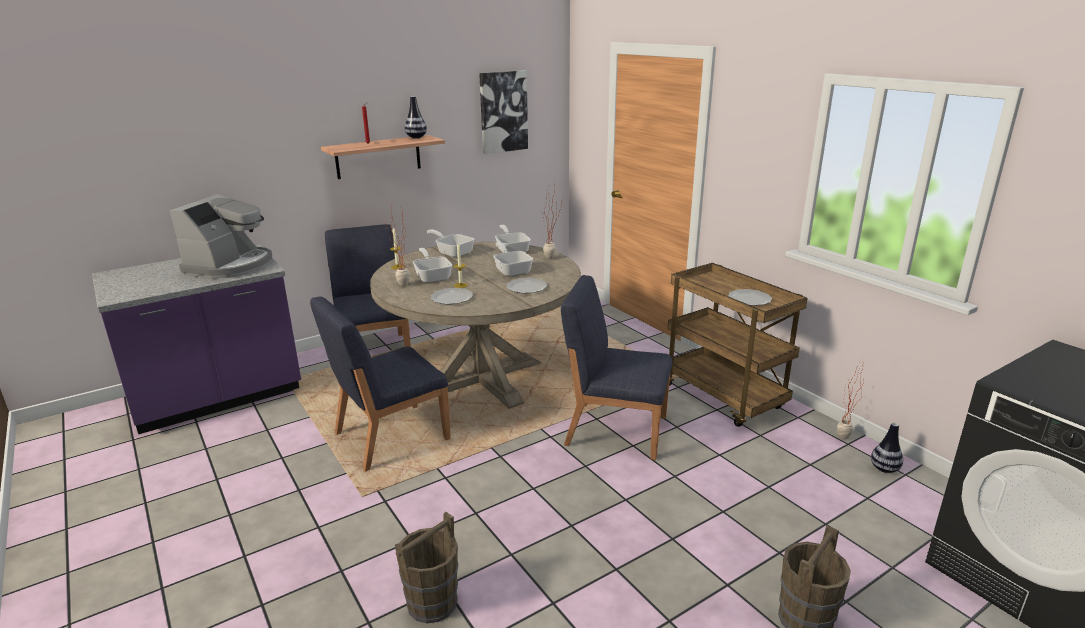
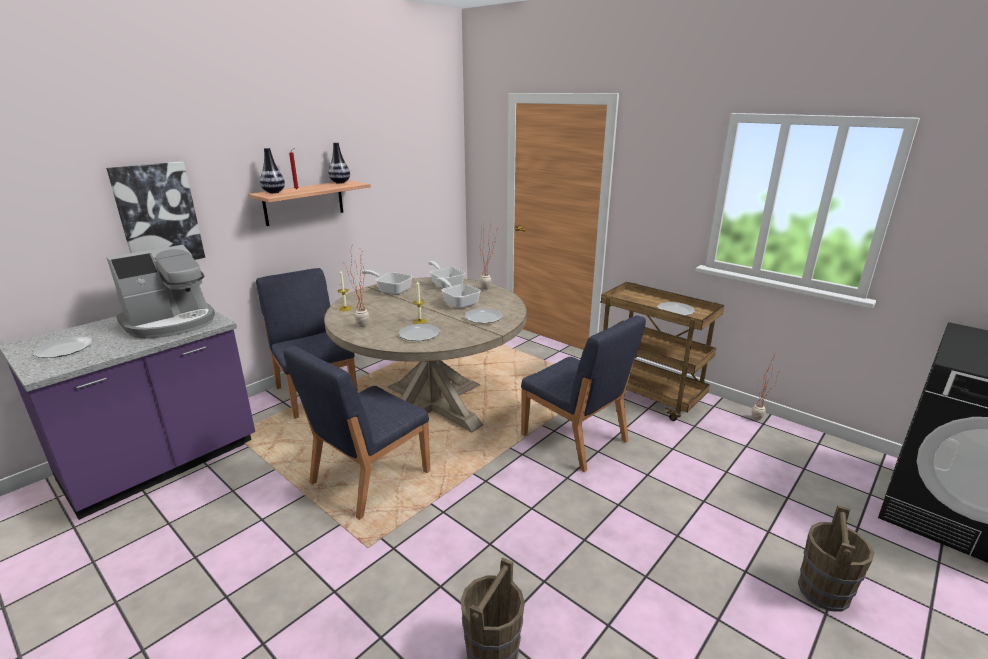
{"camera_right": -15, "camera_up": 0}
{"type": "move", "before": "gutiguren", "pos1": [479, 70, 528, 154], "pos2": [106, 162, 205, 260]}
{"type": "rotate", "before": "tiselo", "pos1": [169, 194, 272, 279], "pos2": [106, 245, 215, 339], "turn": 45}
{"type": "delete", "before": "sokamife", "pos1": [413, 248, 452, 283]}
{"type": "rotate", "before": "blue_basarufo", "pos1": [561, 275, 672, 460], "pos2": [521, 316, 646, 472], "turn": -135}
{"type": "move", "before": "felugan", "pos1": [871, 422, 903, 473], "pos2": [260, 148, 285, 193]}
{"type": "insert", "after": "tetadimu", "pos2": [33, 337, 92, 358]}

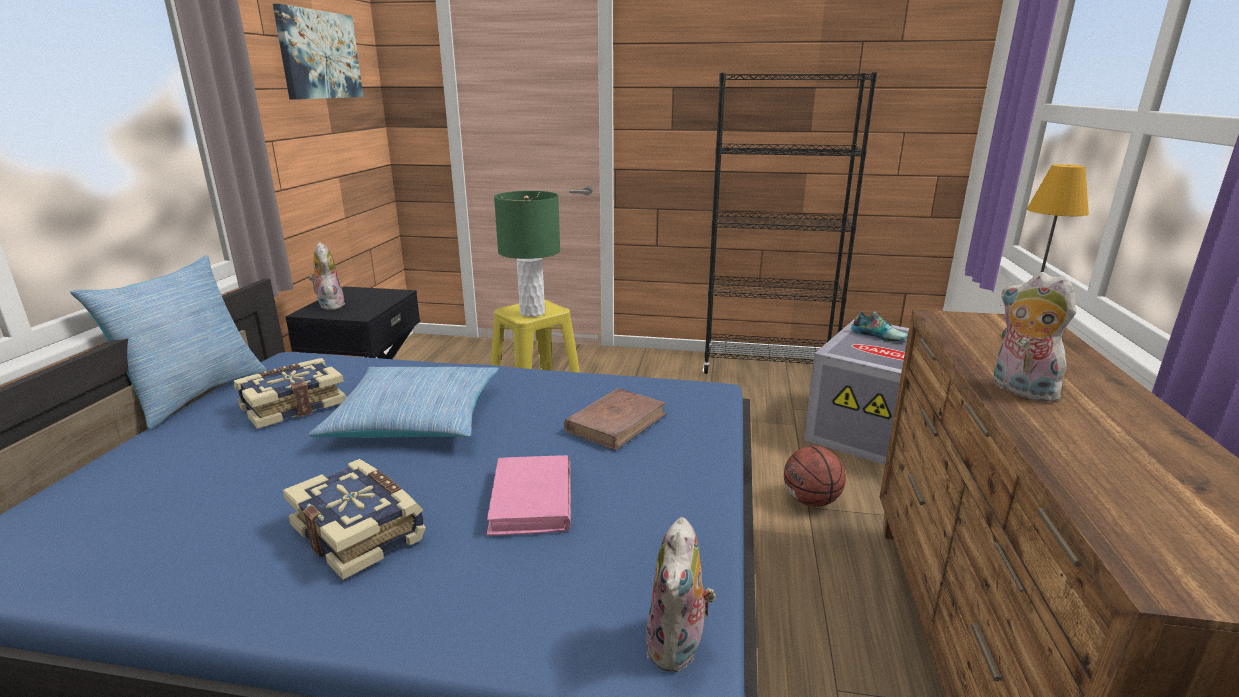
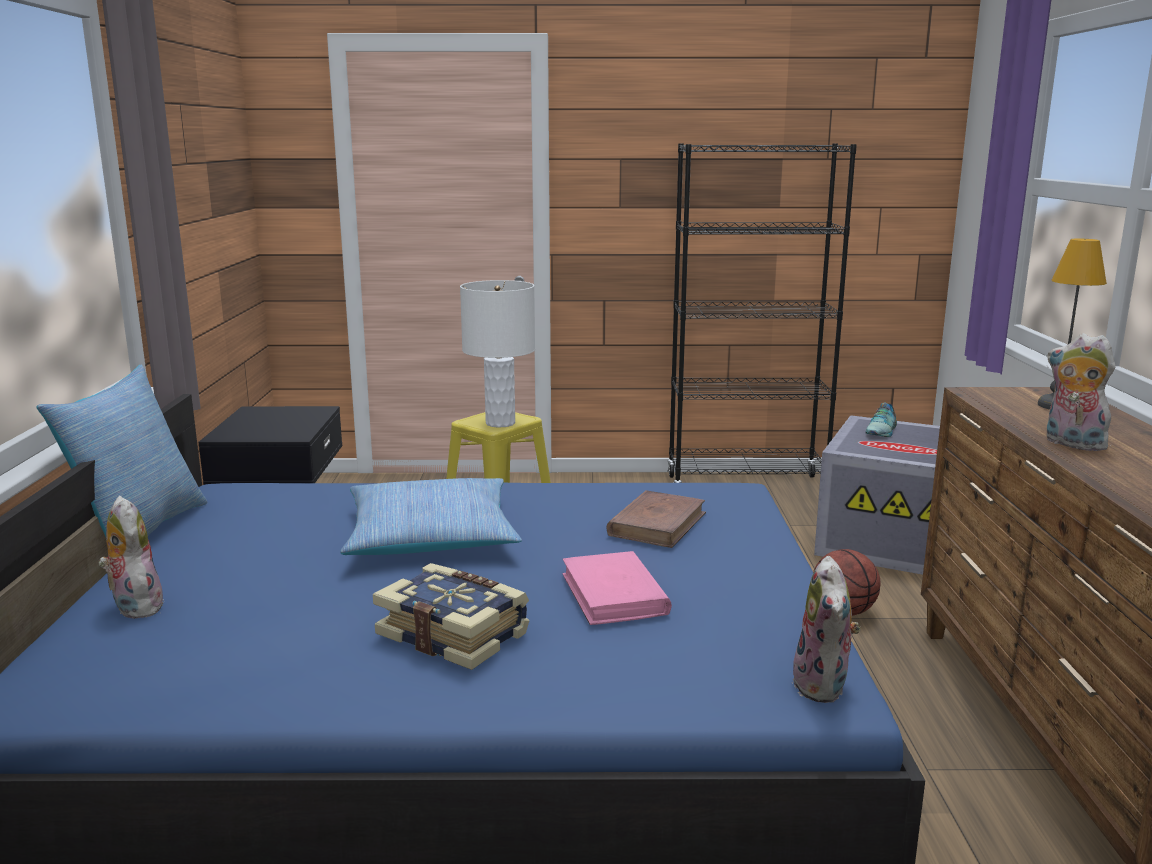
{"camera_right": -10, "camera_up": -5}
{"type": "delete", "before": "gutiguren", "pos1": [273, 4, 363, 100]}
{"type": "recolor", "before": "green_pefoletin", "after": "white_pefoletin", "pos1": [494, 191, 560, 317], "pos2": [460, 280, 535, 428]}
{"type": "move", "before": "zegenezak", "pos1": [309, 242, 346, 310], "pos2": [98, 496, 166, 619]}
{"type": "rotate", "before": "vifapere", "pos1": [851, 311, 908, 342], "pos2": [866, 403, 897, 437], "turn": 90}
{"type": "delete", "before": "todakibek", "pos1": [234, 358, 347, 429]}

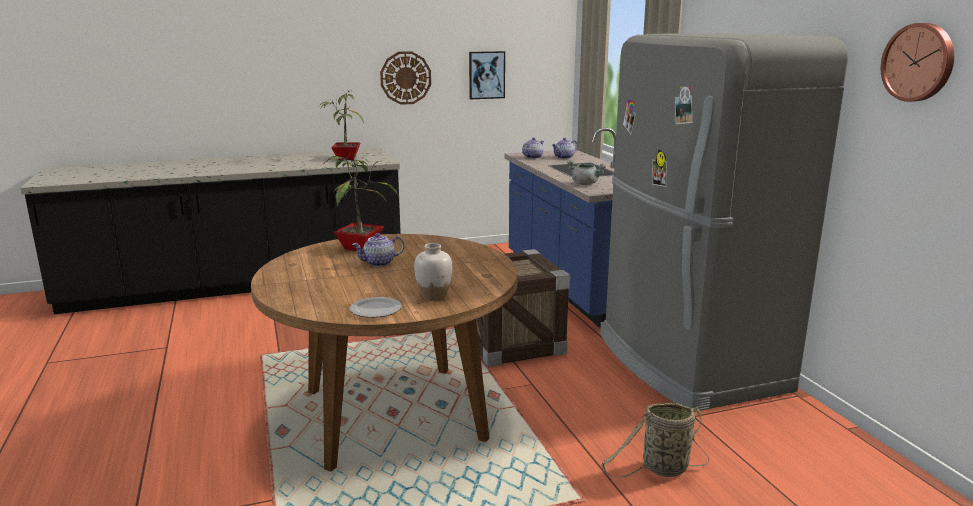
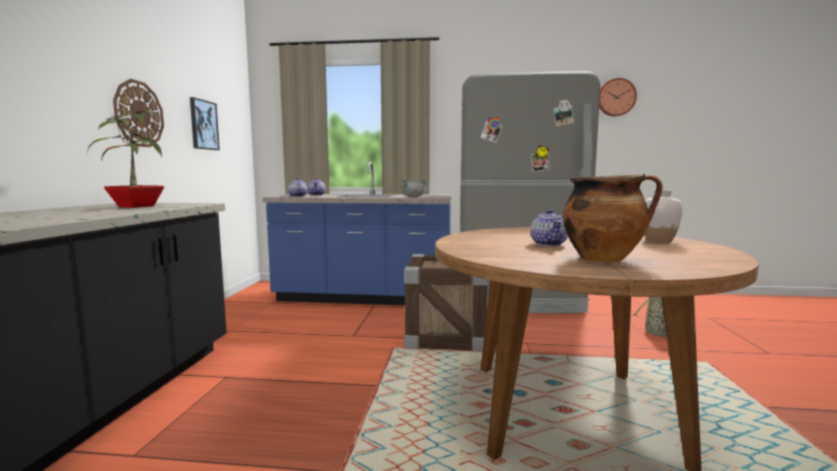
{"camera_right": -65, "camera_up": -10}
{"type": "delete", "before": "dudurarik", "pos1": [326, 151, 399, 251]}
{"type": "delete", "before": "tetadimu", "pos1": [350, 297, 402, 318]}
{"type": "insert", "after": "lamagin", "pos2": [563, 173, 663, 263]}

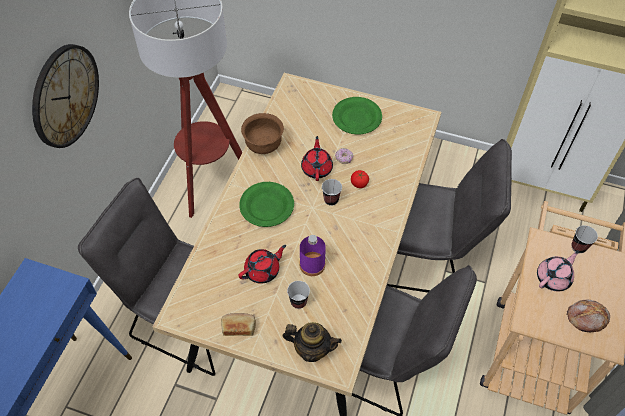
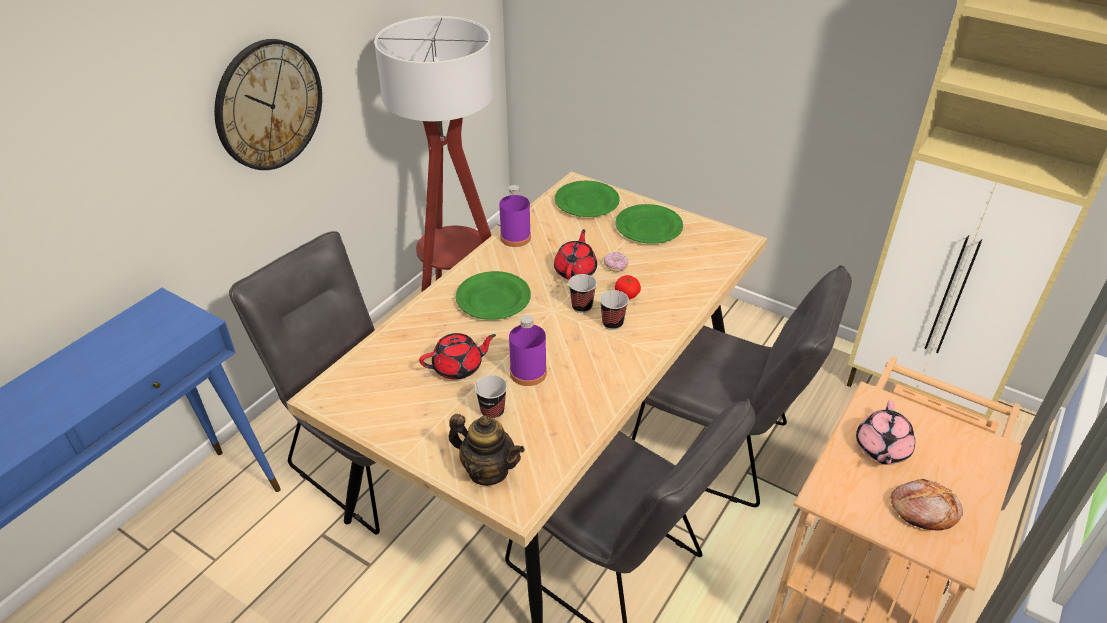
{"camera_right": 15, "camera_up": -15}
{"type": "replace", "before": "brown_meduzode", "after": "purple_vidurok", "pos1": [241, 113, 284, 154], "pos2": [499, 185, 531, 247]}
{"type": "move", "before": "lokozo", "pos1": [571, 225, 598, 253], "pos2": [600, 290, 629, 330]}
{"type": "rotate", "before": "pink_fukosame", "pos1": [537, 250, 579, 291], "pos2": [856, 401, 915, 465], "turn": 135}
{"type": "delete", "before": "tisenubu", "pos1": [221, 313, 256, 336]}
{"type": "insert", "after": "green_tetadimu", "pos2": [555, 181, 620, 217]}

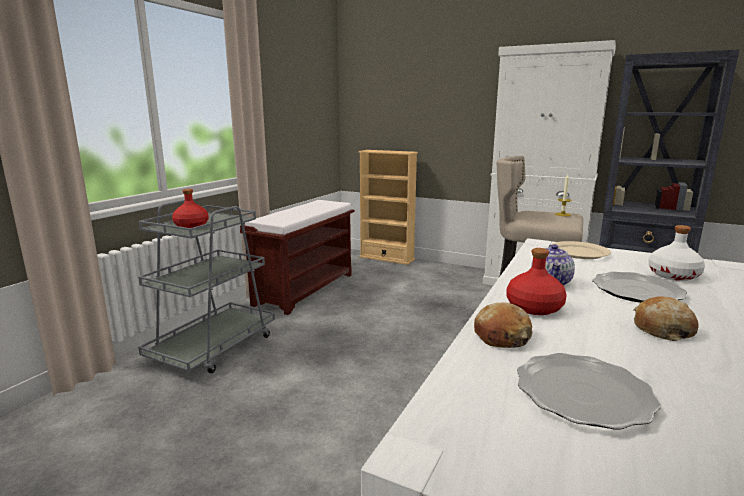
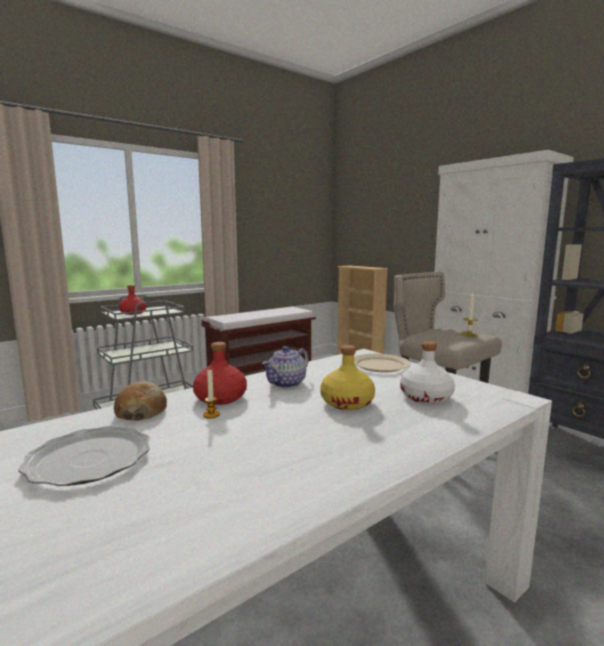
{"camera_right": 25, "camera_up": -5}
{"type": "replace", "before": "tetadimu", "after": "yellow_vidurok", "pos1": [592, 272, 687, 303], "pos2": [320, 345, 375, 410]}
{"type": "delete", "before": "tisenubu", "pos1": [634, 296, 698, 341]}
{"type": "insert", "after": "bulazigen", "pos2": [203, 368, 220, 418]}

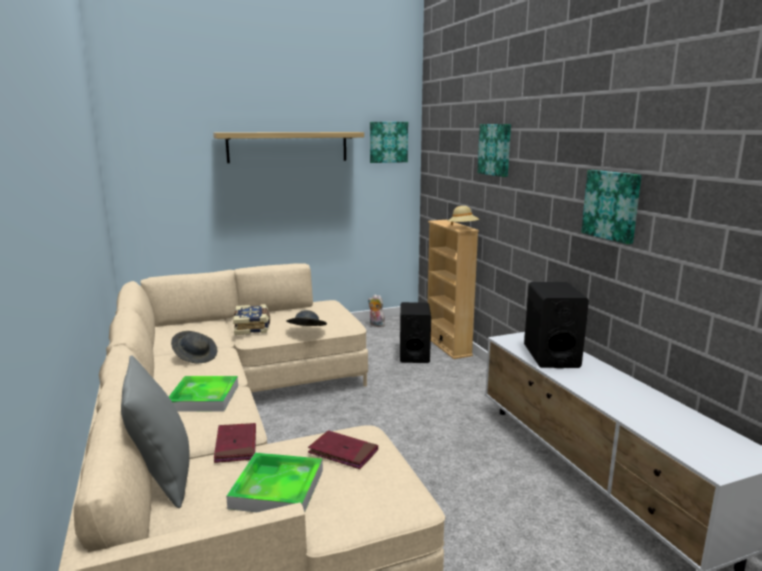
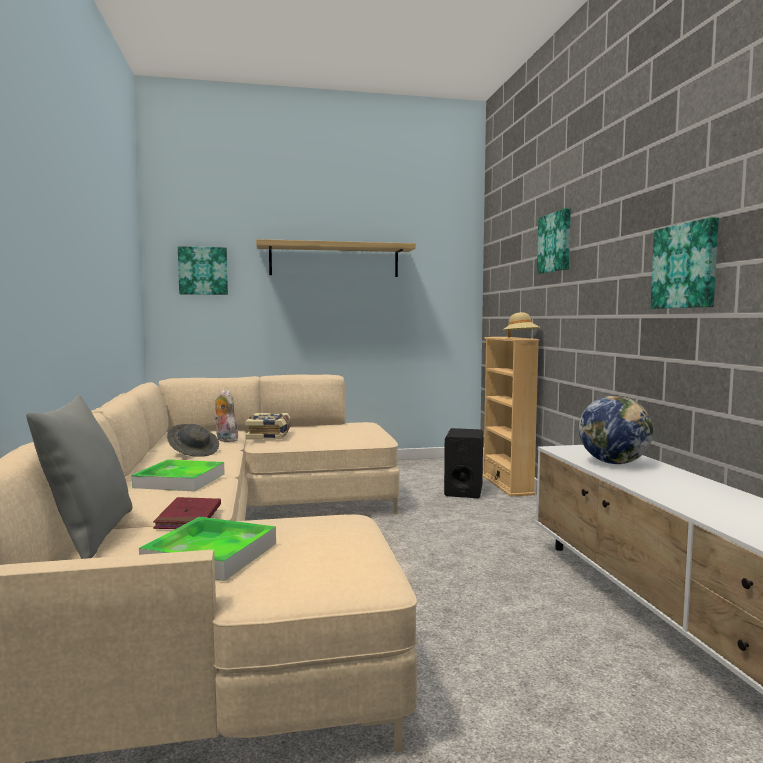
{"camera_right": 10, "camera_up": -10}
{"type": "move", "before": "gutiguren", "pos1": [370, 122, 408, 163], "pos2": [178, 246, 228, 295]}
{"type": "replace", "before": "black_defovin", "after": "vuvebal", "pos1": [524, 282, 589, 368], "pos2": [579, 396, 653, 464]}
{"type": "move", "before": "zegenezak", "pos1": [368, 294, 385, 327], "pos2": [214, 390, 238, 442]}
{"type": "delete", "before": "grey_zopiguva", "pos1": [286, 310, 327, 326]}
{"type": "delete", "before": "red_todakibek", "pos1": [308, 430, 378, 469]}

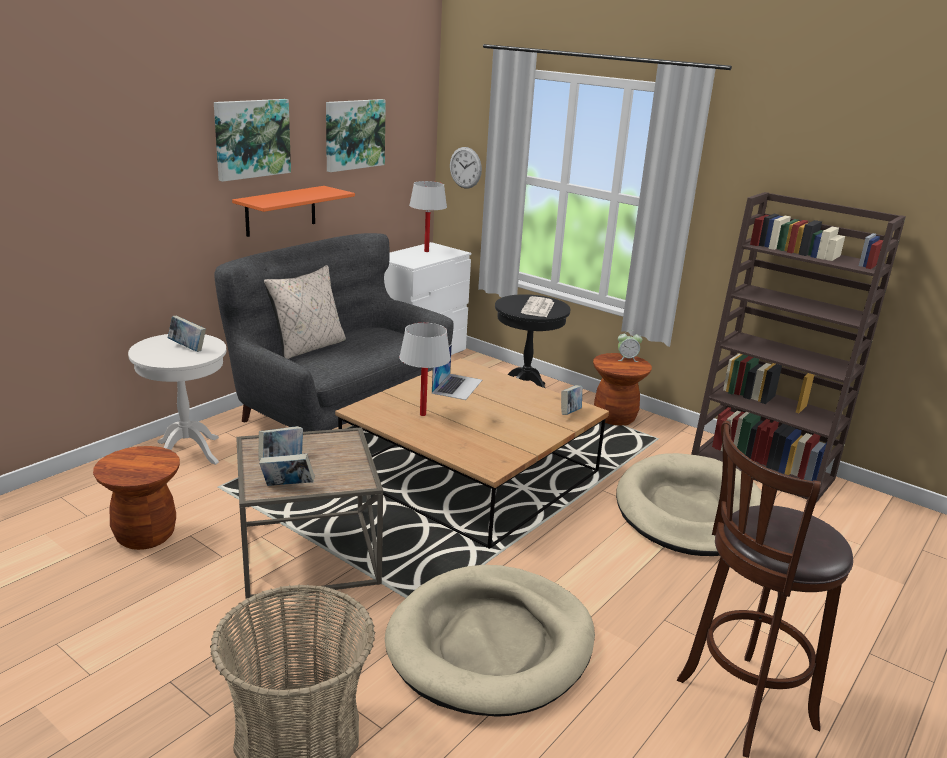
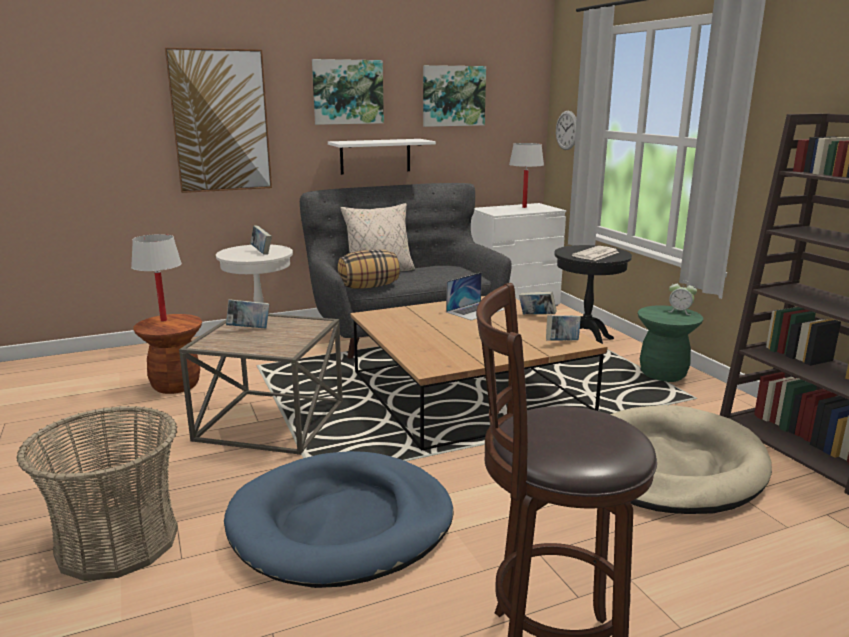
{"camera_right": 30, "camera_up": -5}
{"type": "recolor", "before": "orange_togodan", "after": "white_togodan", "pos1": [232, 186, 355, 237], "pos2": [328, 139, 436, 175]}
{"type": "move", "before": "white_pefoletin", "pos1": [399, 323, 451, 416], "pos2": [131, 234, 182, 321]}
{"type": "recolor", "before": "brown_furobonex", "after": "green_furobonex", "pos1": [593, 353, 652, 426], "pos2": [638, 305, 703, 382]}
{"type": "move", "before": "todakibek", "pos1": [259, 453, 315, 486], "pos2": [519, 291, 557, 314]}
{"type": "recolor", "before": "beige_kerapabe", "after": "blue_kerapabe", "pos1": [385, 565, 595, 717], "pos2": [224, 451, 453, 588]}
{"type": "insert", "after": "gutiguren", "pos2": [165, 48, 272, 193]}
{"type": "insert", "after": "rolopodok", "pos2": [338, 249, 400, 289]}

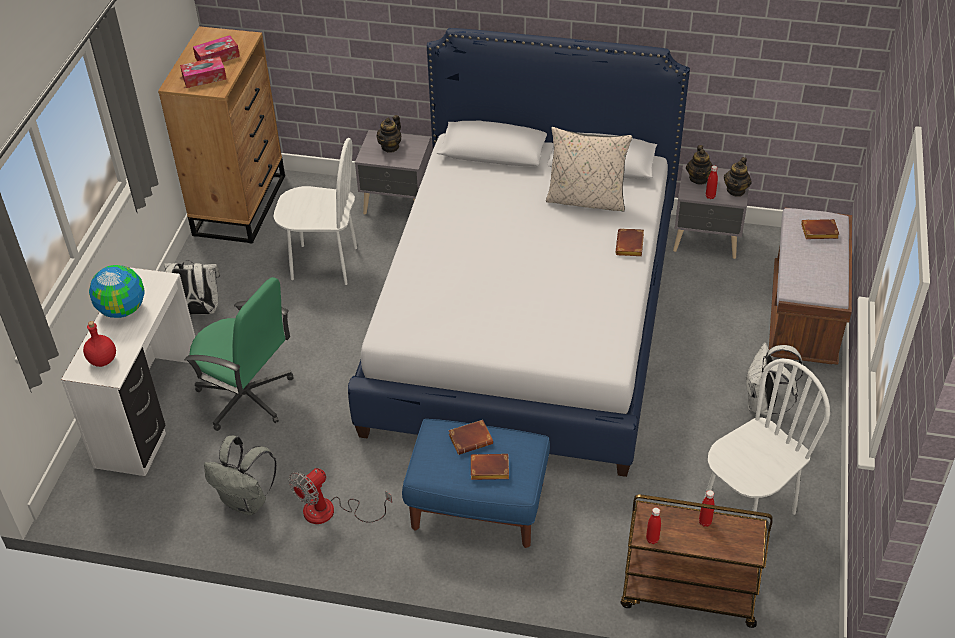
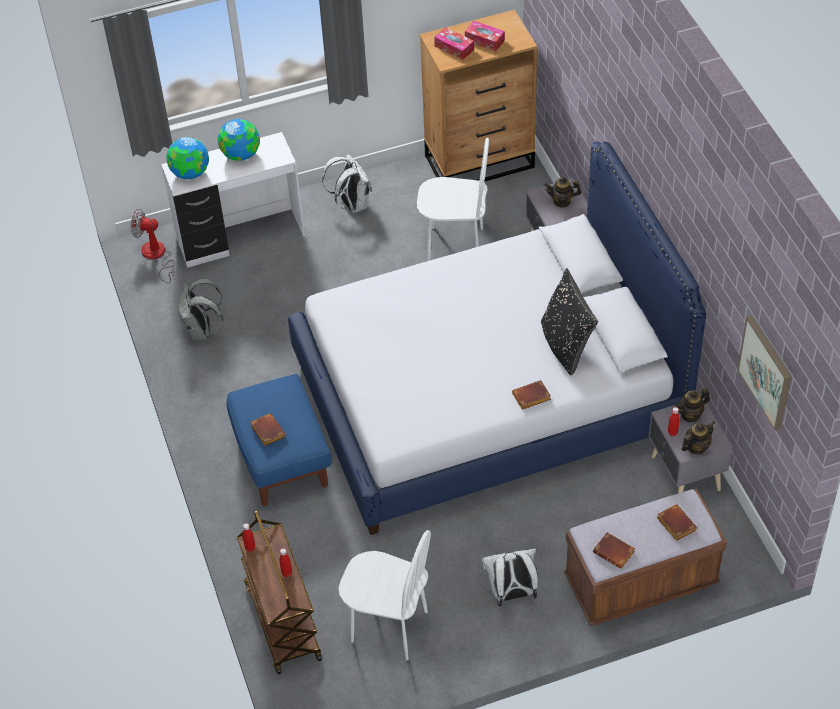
{"camera_right": 60, "camera_up": 5}
{"type": "recolor", "before": "beige_rolopodok", "after": "black_rolopodok", "pos1": [546, 127, 632, 212], "pos2": [541, 268, 598, 375]}
{"type": "rotate", "before": "white_basarufo", "pos1": [273, 138, 357, 285], "pos2": [417, 138, 489, 261], "turn": -60}
{"type": "rotate", "before": "fukosame", "pos1": [724, 157, 751, 197], "pos2": [681, 421, 716, 454], "turn": 150}
{"type": "delete", "before": "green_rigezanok", "pos1": [184, 277, 294, 431]}
{"type": "replace", "before": "red_vidurok", "after": "vuvebal", "pos1": [83, 321, 116, 367], "pos2": [166, 137, 209, 179]}
{"type": "move", "before": "brown_todakibek", "pos1": [448, 420, 493, 455], "pos2": [593, 532, 635, 569]}
{"type": "move", "before": "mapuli", "pos1": [289, 468, 392, 524], "pos2": [131, 209, 175, 283]}
{"type": "insert", "after": "gutiguren", "pos2": [737, 316, 791, 431]}

